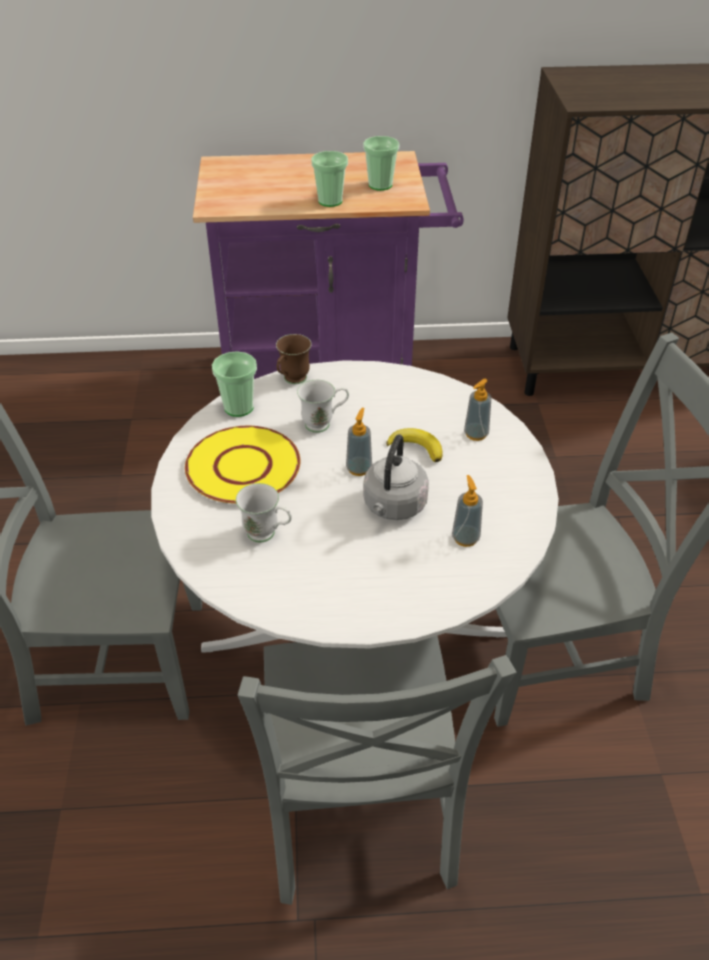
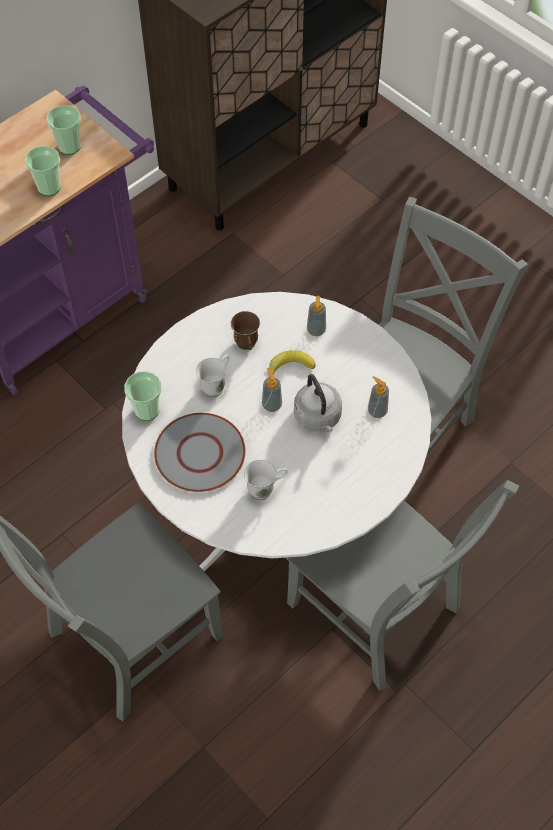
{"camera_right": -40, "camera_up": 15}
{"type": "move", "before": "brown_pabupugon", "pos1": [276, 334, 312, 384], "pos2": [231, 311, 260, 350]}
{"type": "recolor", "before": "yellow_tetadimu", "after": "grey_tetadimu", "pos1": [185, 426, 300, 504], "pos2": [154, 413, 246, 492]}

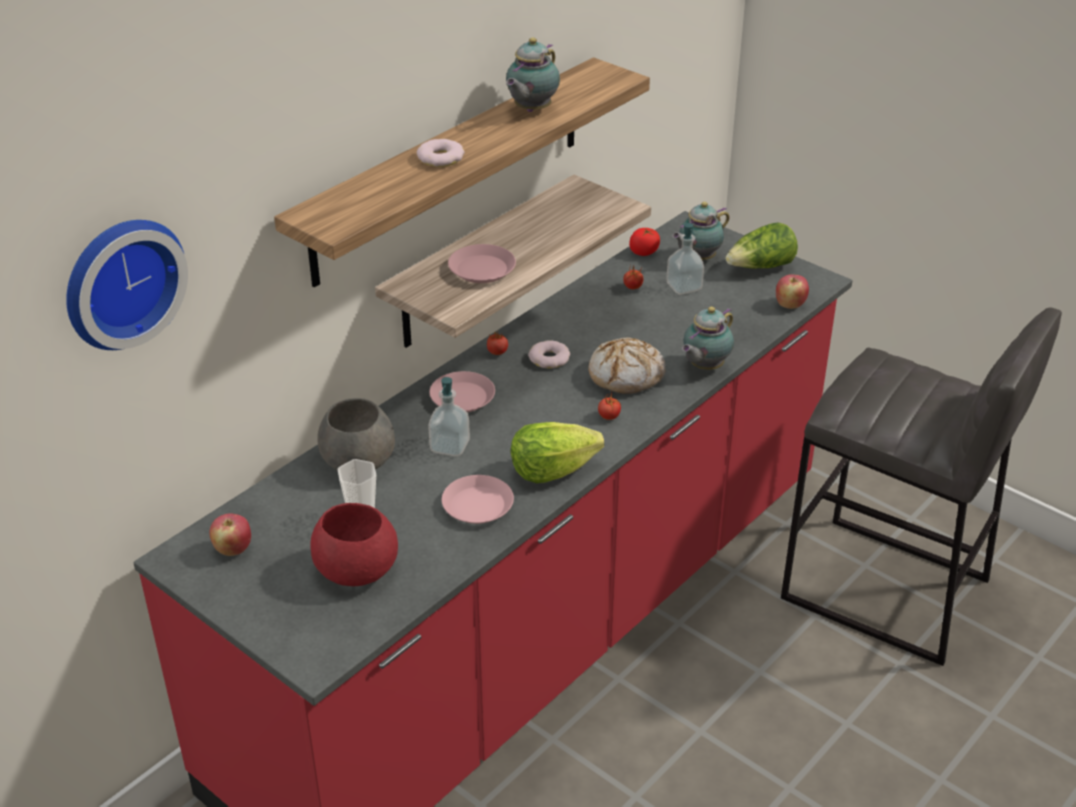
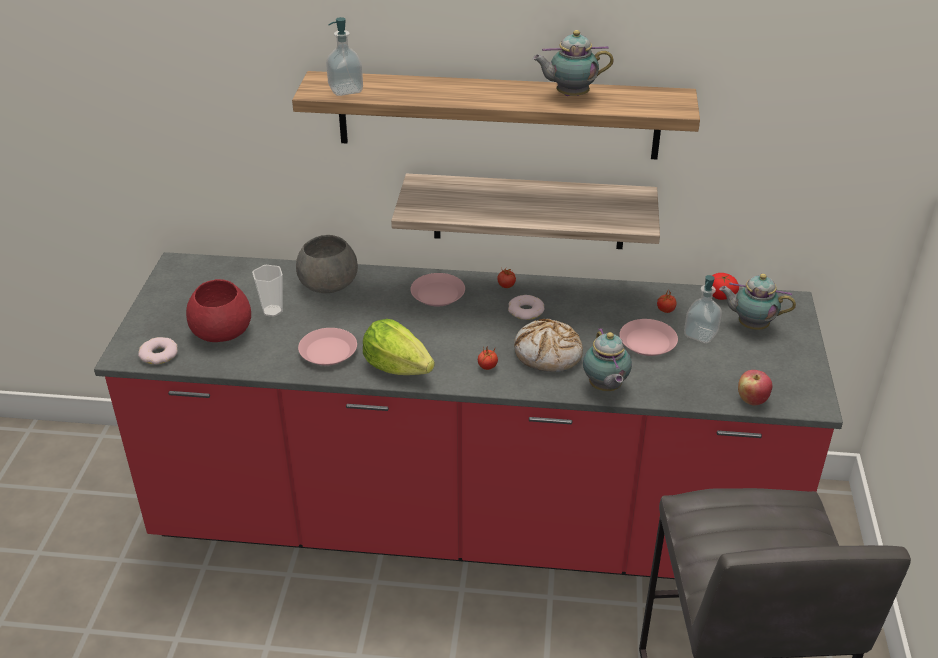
{"camera_right": 55, "camera_up": 0}
{"type": "move", "before": "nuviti", "pos1": [417, 139, 465, 167], "pos2": [138, 337, 178, 364]}
{"type": "delete", "before": "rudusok", "pos1": [66, 220, 188, 350]}
{"type": "delete", "before": "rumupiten", "pos1": [726, 222, 798, 268]}
{"type": "move", "before": "pink_tetadimu", "pos1": [448, 244, 516, 283], "pos2": [619, 319, 678, 356]}
{"type": "rotate", "before": "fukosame", "pos1": [682, 307, 734, 370], "pos2": [583, 328, 632, 391], "turn": -105}
{"type": "move", "before": "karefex", "pos1": [428, 377, 470, 457], "pos2": [326, 17, 363, 96]}
{"type": "delete", "before": "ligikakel", "pos1": [209, 513, 251, 556]}

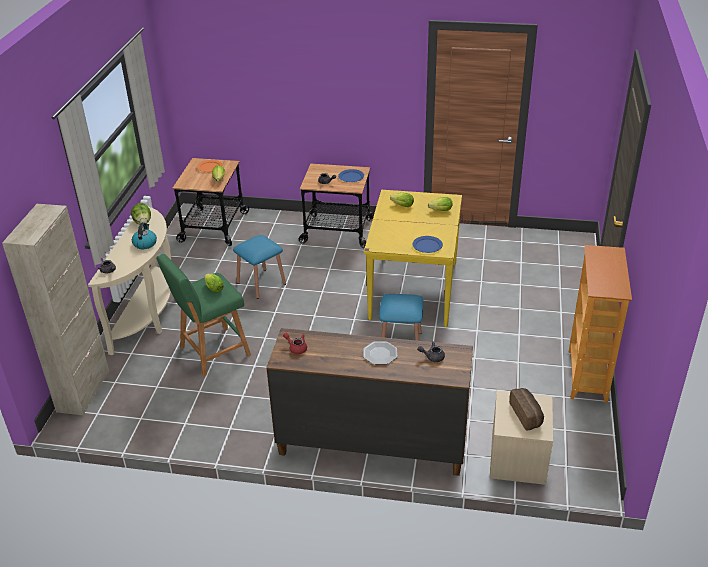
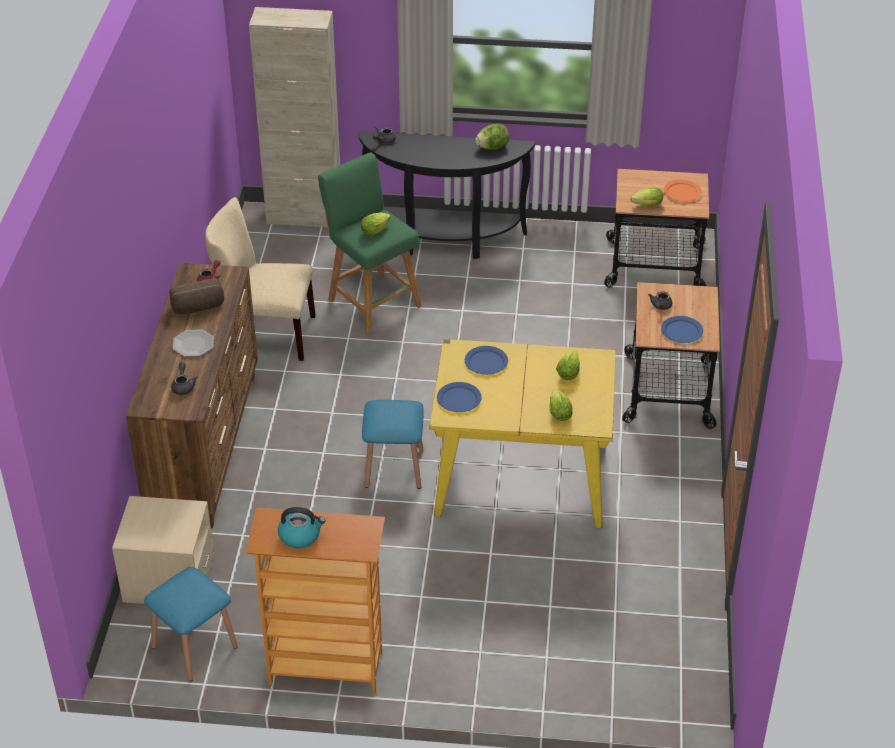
{"camera_right": 85, "camera_up": 5}
{"type": "recolor", "before": "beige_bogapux", "after": "black_bogapux", "pos1": [88, 207, 171, 355], "pos2": [359, 131, 535, 259]}
{"type": "move", "before": "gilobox", "pos1": [132, 223, 157, 249], "pos2": [278, 507, 326, 549]}
{"type": "move", "before": "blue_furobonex", "pos1": [233, 235, 286, 299], "pos2": [144, 567, 238, 682]}
{"type": "move", "before": "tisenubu", "pos1": [509, 388, 544, 430], "pos2": [169, 278, 224, 314]}
{"type": "insert", "after": "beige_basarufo", "pos2": [205, 197, 316, 361]}
{"type": "insert", "after": "blue_tetadimu", "pos2": [465, 346, 508, 375]}

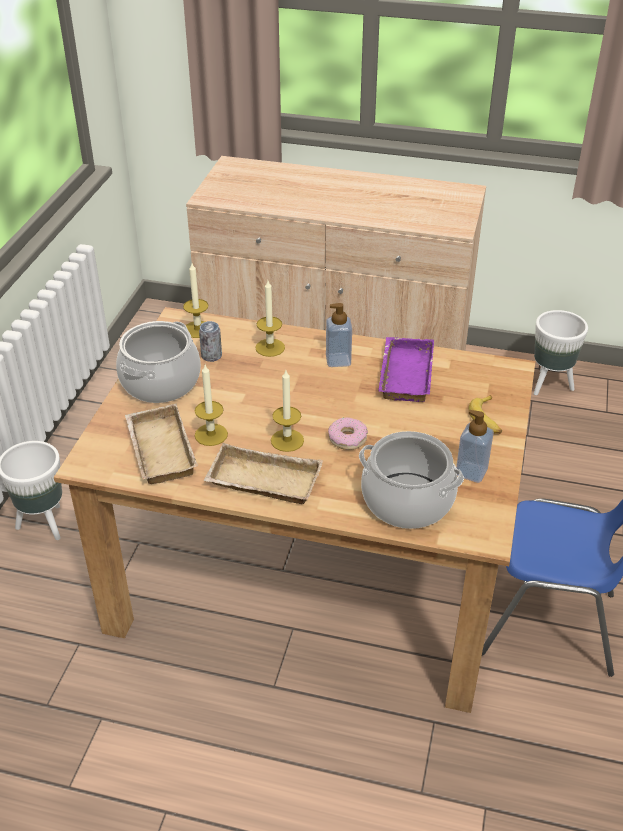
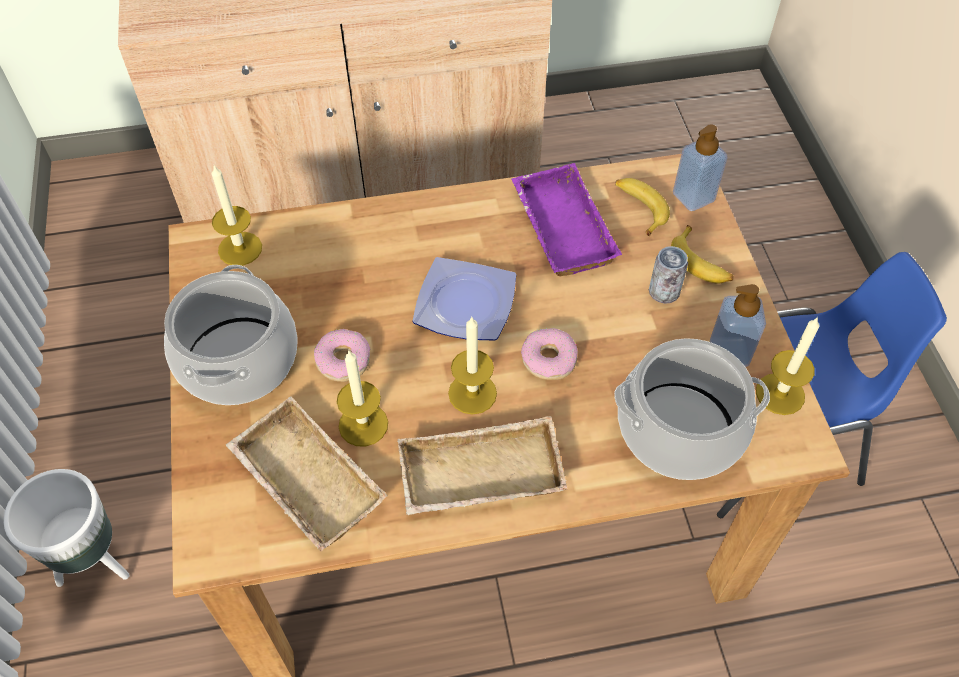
{"camera_right": -25, "camera_up": 15}
{"type": "move", "before": "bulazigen", "pos1": [255, 281, 285, 357], "pos2": [756, 316, 819, 415]}
{"type": "move", "before": "karefex", "pos1": [326, 303, 352, 367], "pos2": [673, 124, 728, 211]}
{"type": "delete", "before": "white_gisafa", "pos1": [534, 310, 588, 395]}
{"type": "move", "before": "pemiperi", "pos1": [199, 321, 222, 362], "pos2": [649, 246, 688, 304]}
{"type": "insert", "after": "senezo", "pos2": [615, 178, 670, 236]}
{"type": "insert", "after": "tetadimu", "pos2": [413, 257, 516, 340]}
{"type": "insert", "after": "nuviti", "pos2": [314, 329, 370, 382]}

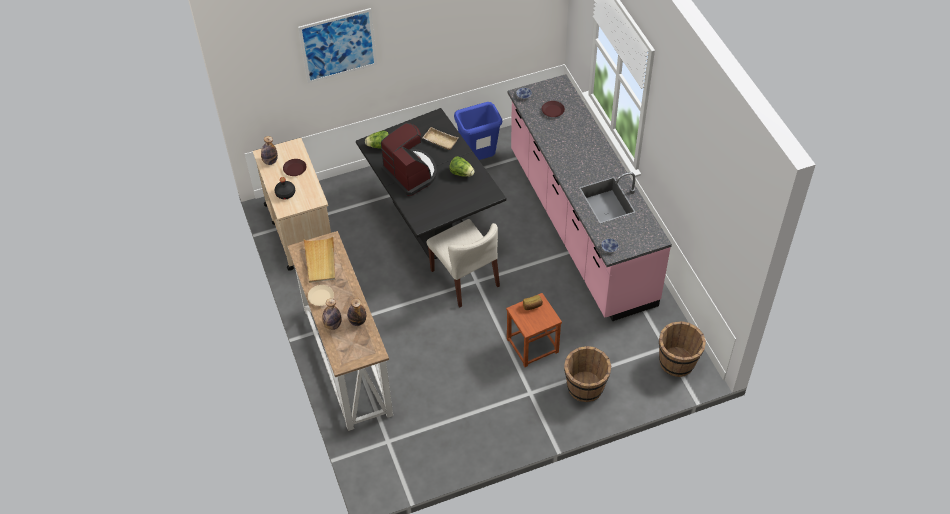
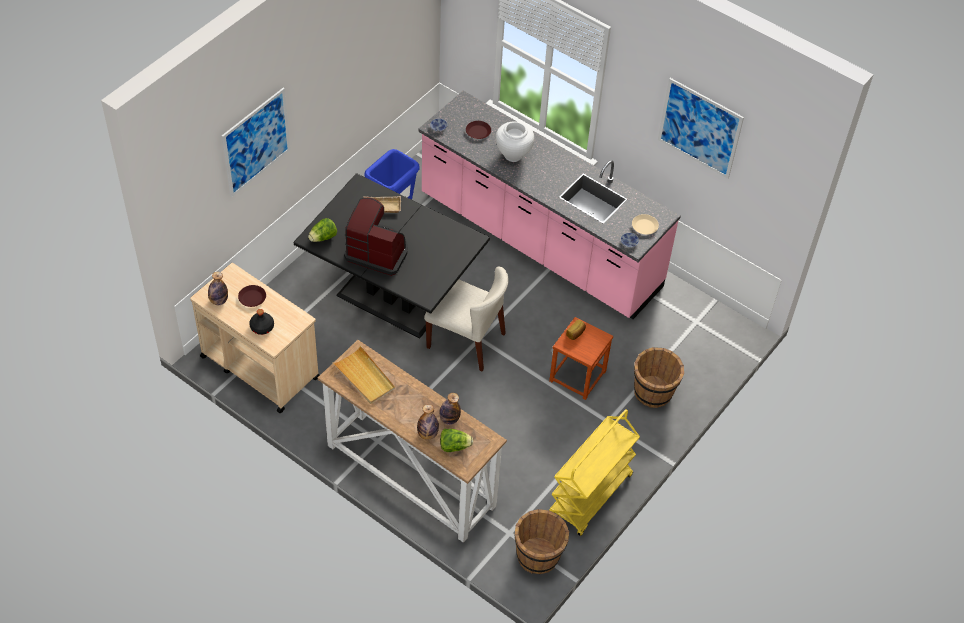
{"camera_right": -35, "camera_up": 0}
{"type": "move", "before": "rumupiten", "pos1": [449, 156, 475, 177], "pos2": [440, 429, 473, 452]}
{"type": "move", "before": "beige_tetadimu", "pos1": [308, 285, 334, 306], "pos2": [632, 214, 659, 235]}
{"type": "move", "before": "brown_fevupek", "pos1": [659, 321, 706, 377], "pos2": [515, 509, 569, 574]}
{"type": "insert", "after": "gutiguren", "pos2": [658, 78, 744, 179]}
{"type": "insert", "after": "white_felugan", "pos2": [496, 122, 534, 162]}
{"type": "insert", "after": "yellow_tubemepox", "pos2": [549, 409, 640, 536]}

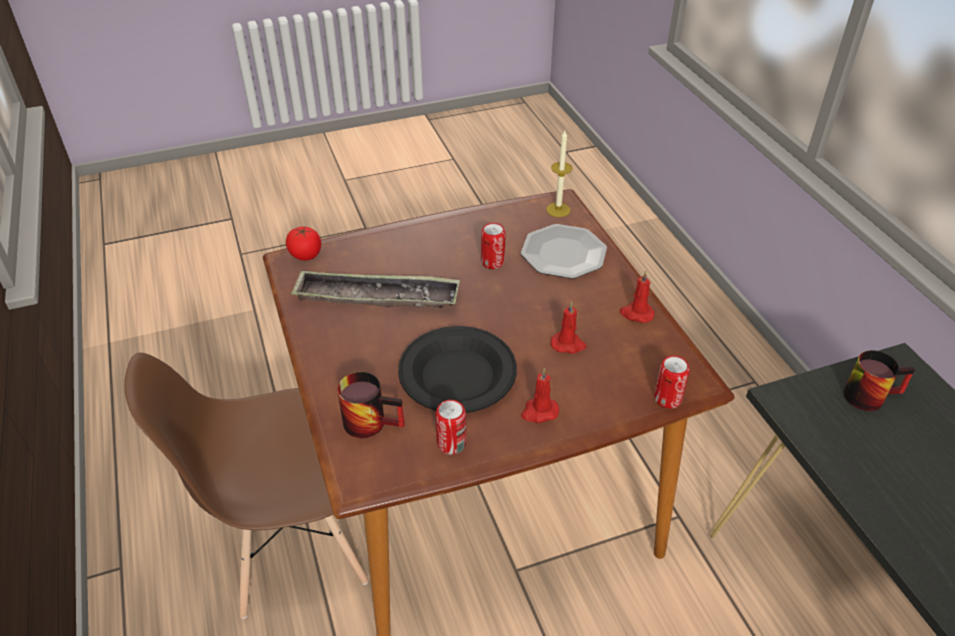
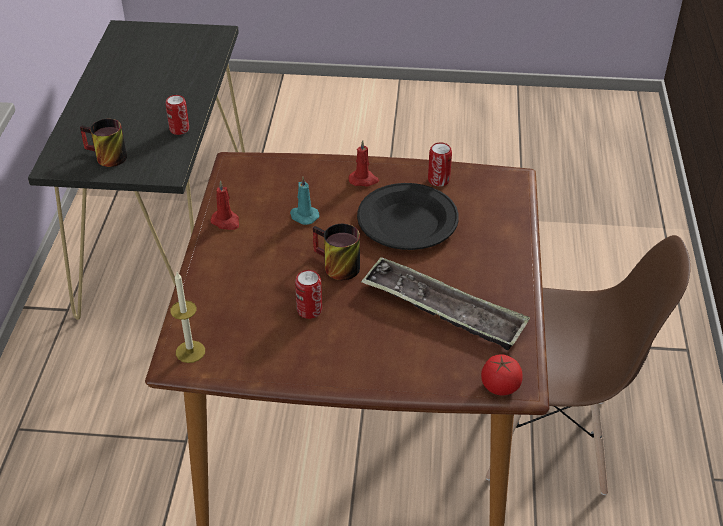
{"camera_right": -155, "camera_up": 0}
{"type": "delete", "before": "tetadimu", "pos1": [521, 224, 607, 279]}
{"type": "recolor", "before": "red_bulazigen", "after": "turquoise_bulazigen", "pos1": [551, 301, 587, 354], "pos2": [290, 176, 319, 225]}
{"type": "move", "before": "pemiperi", "pos1": [654, 356, 690, 409], "pos2": [166, 95, 189, 135]}
{"type": "move", "before": "pabupugon", "pos1": [337, 372, 405, 438], "pos2": [313, 224, 360, 280]}

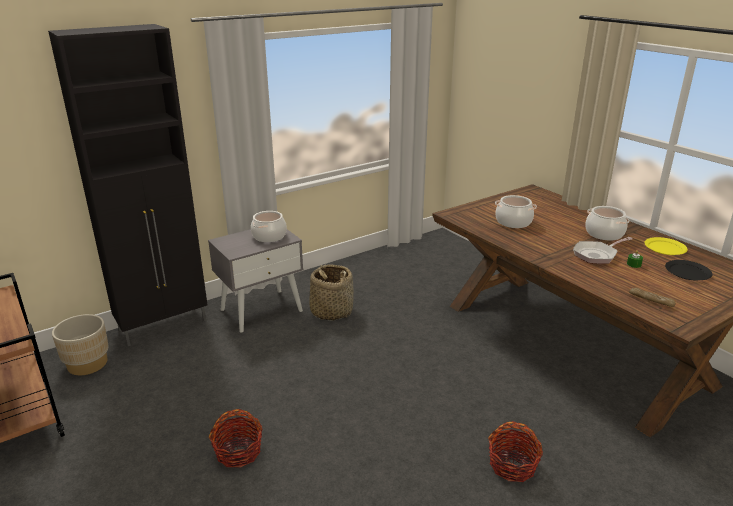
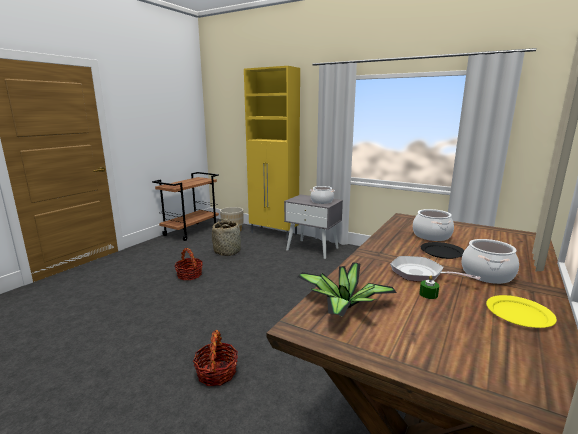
{"camera_right": 65, "camera_up": -10}
{"type": "recolor", "before": "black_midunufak", "after": "yellow_midunufak", "pos1": [48, 24, 208, 346], "pos2": [244, 66, 300, 240]}
{"type": "move", "before": "black_tetadimu", "pos1": [665, 260, 712, 280], "pos2": [421, 242, 464, 259]}
{"type": "move", "before": "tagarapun", "pos1": [309, 264, 354, 321], "pos2": [212, 218, 241, 256]}
{"type": "replace", "before": "tisenubu", "after": "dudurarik", "pos1": [629, 288, 676, 307], "pos2": [297, 263, 397, 317]}

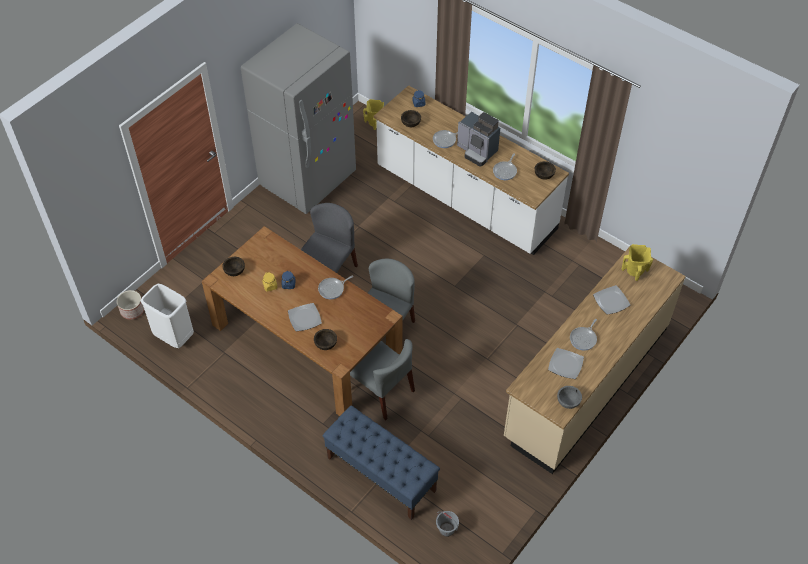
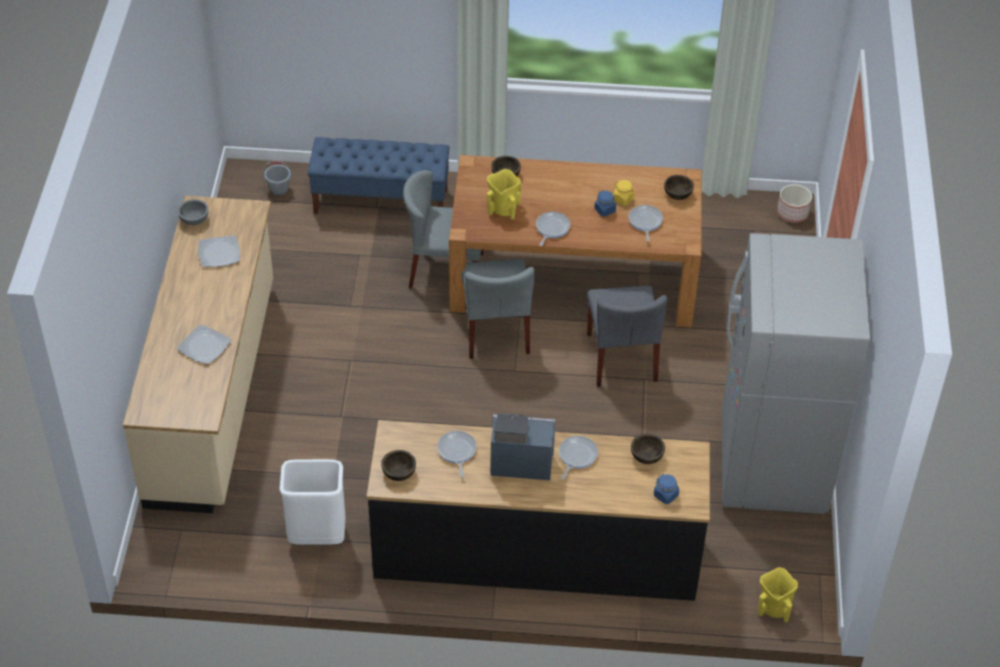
{"camera_right": 145, "camera_up": -5}
{"type": "recolor", "before": "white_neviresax", "after": "black_neviresax", "pos1": [373, 85, 569, 255], "pos2": [366, 420, 710, 601]}
{"type": "move", "before": "yellow_felugan", "pos1": [622, 244, 653, 281], "pos2": [487, 169, 522, 219]}
{"type": "move", "before": "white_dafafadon", "pos1": [141, 284, 194, 348], "pos2": [279, 459, 345, 545]}
{"type": "delete", "before": "tetadimu", "pos1": [288, 303, 322, 331]}
{"type": "move", "before": "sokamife", "pos1": [570, 319, 597, 351], "pos2": [629, 205, 663, 241]}

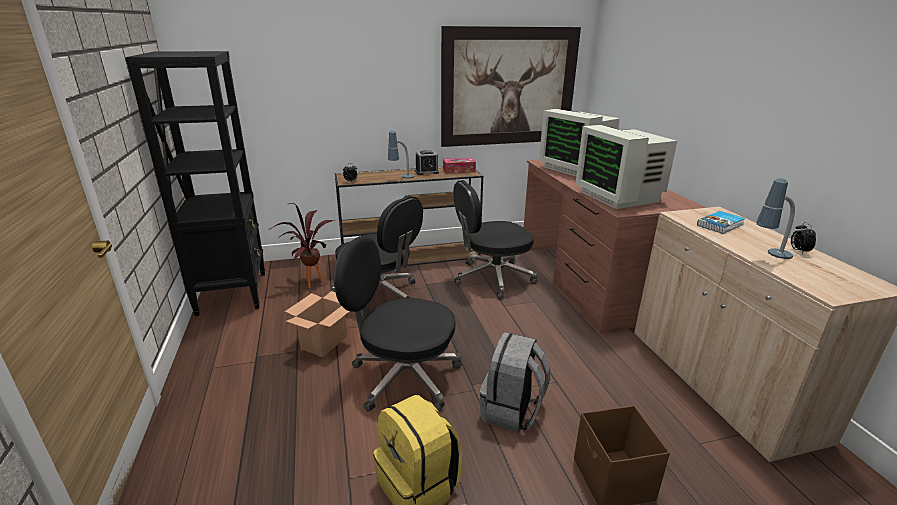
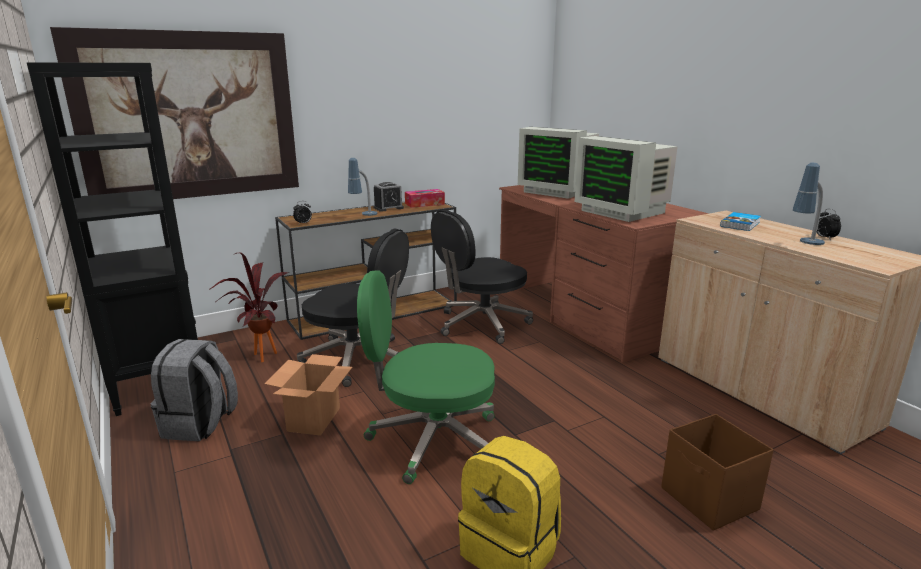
{"camera_right": -15, "camera_up": -5}
{"type": "move", "before": "gutiguren", "pos1": [441, 26, 581, 147], "pos2": [50, 27, 299, 199]}
{"type": "recolor", "before": "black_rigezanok", "after": "green_rigezanok", "pos1": [334, 236, 461, 412], "pos2": [357, 270, 495, 484]}
{"type": "move", "before": "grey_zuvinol", "pos1": [480, 332, 550, 432], "pos2": [151, 339, 238, 441]}

